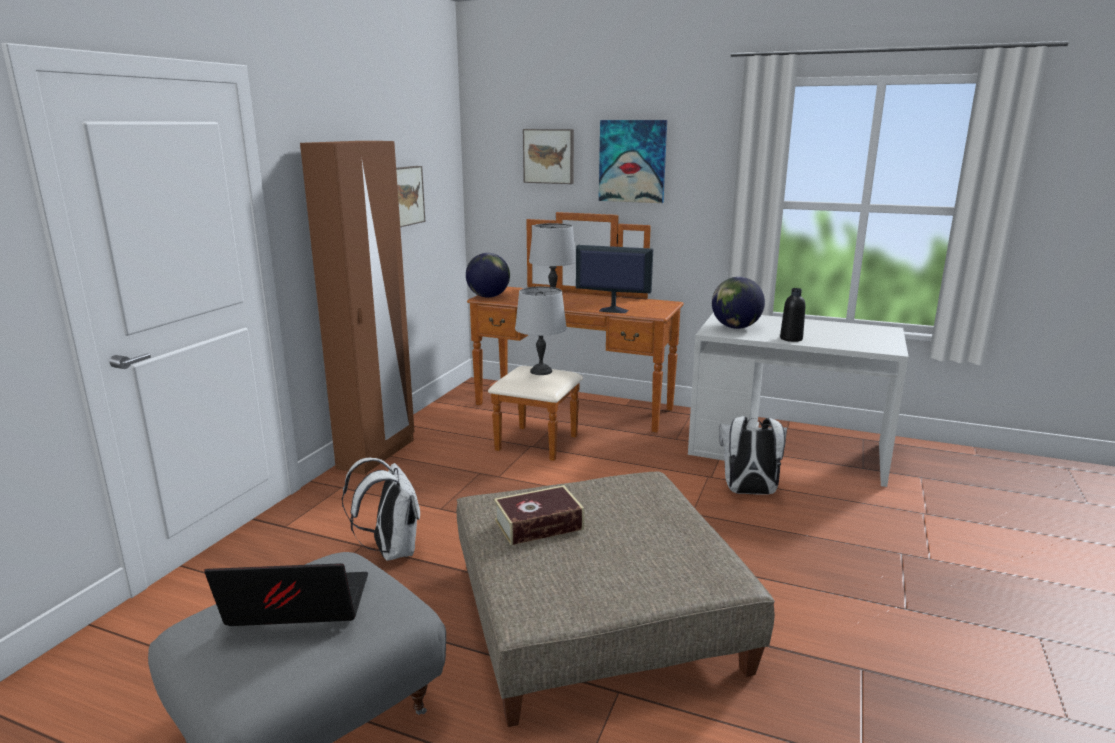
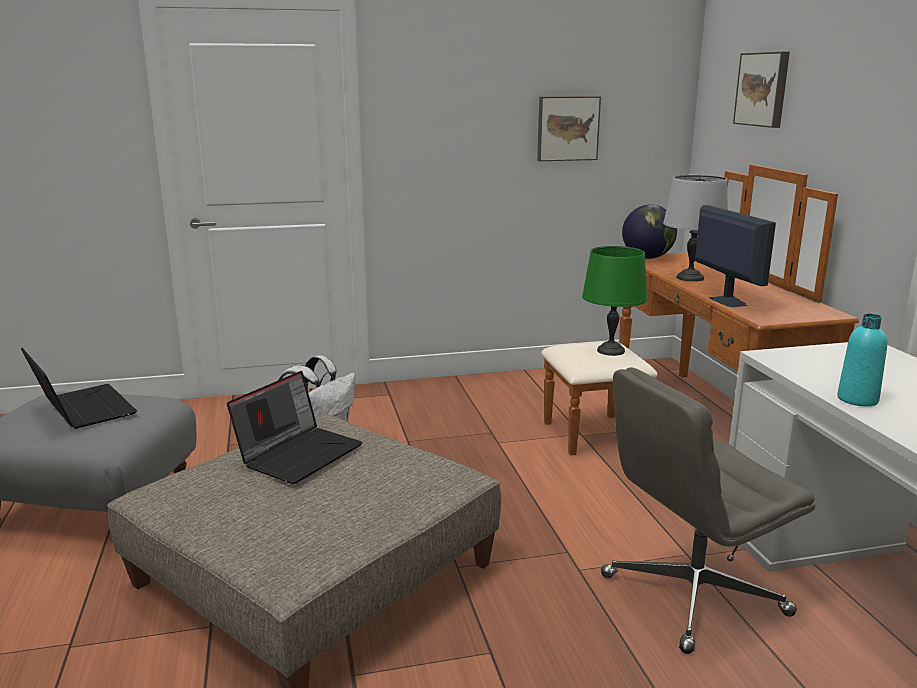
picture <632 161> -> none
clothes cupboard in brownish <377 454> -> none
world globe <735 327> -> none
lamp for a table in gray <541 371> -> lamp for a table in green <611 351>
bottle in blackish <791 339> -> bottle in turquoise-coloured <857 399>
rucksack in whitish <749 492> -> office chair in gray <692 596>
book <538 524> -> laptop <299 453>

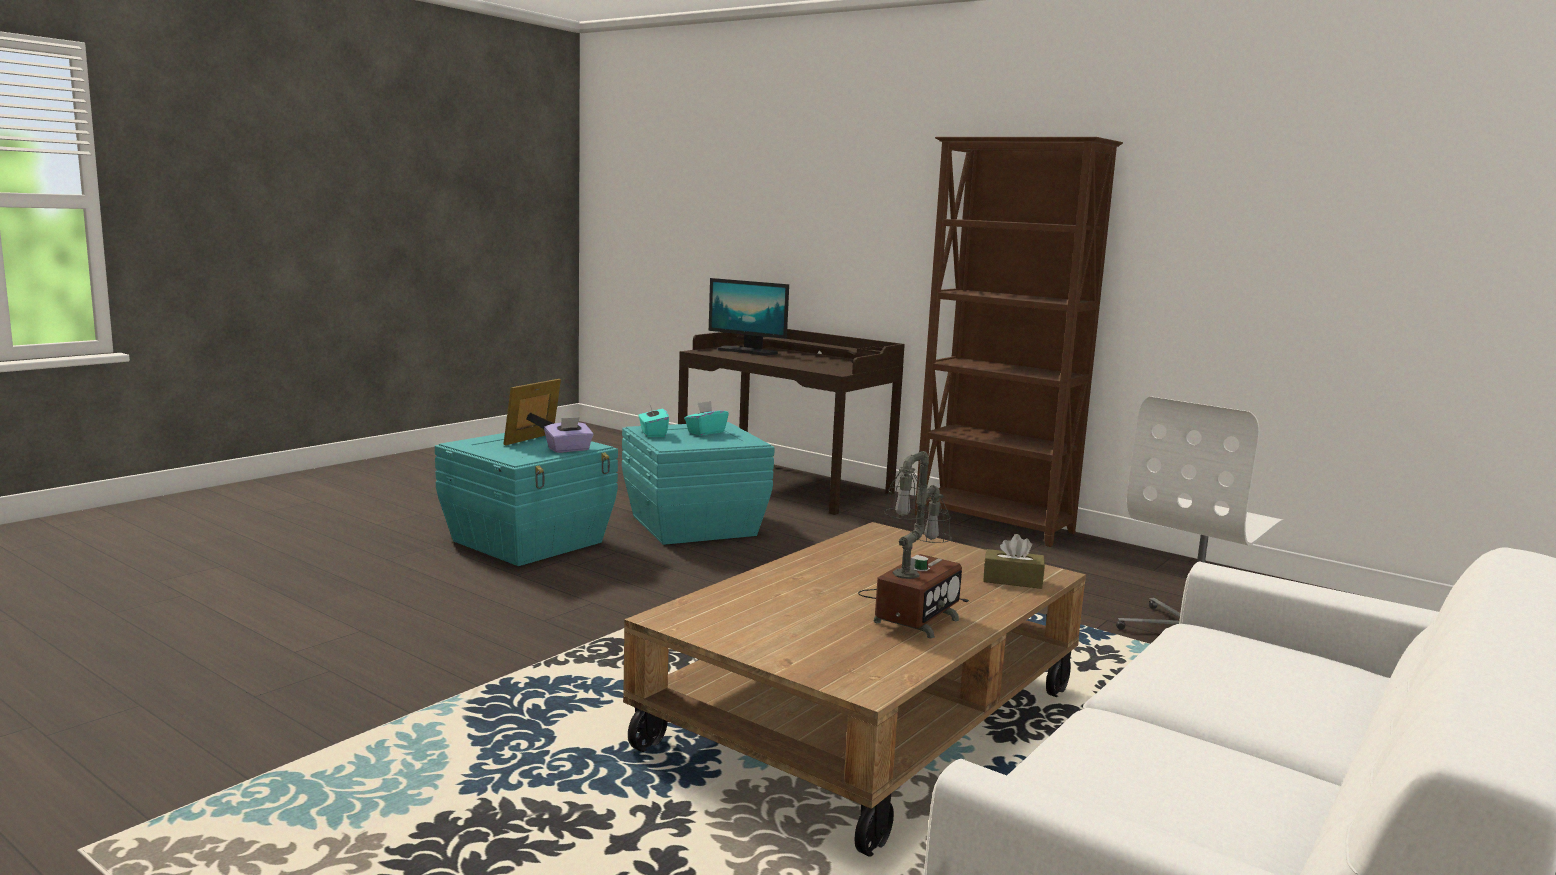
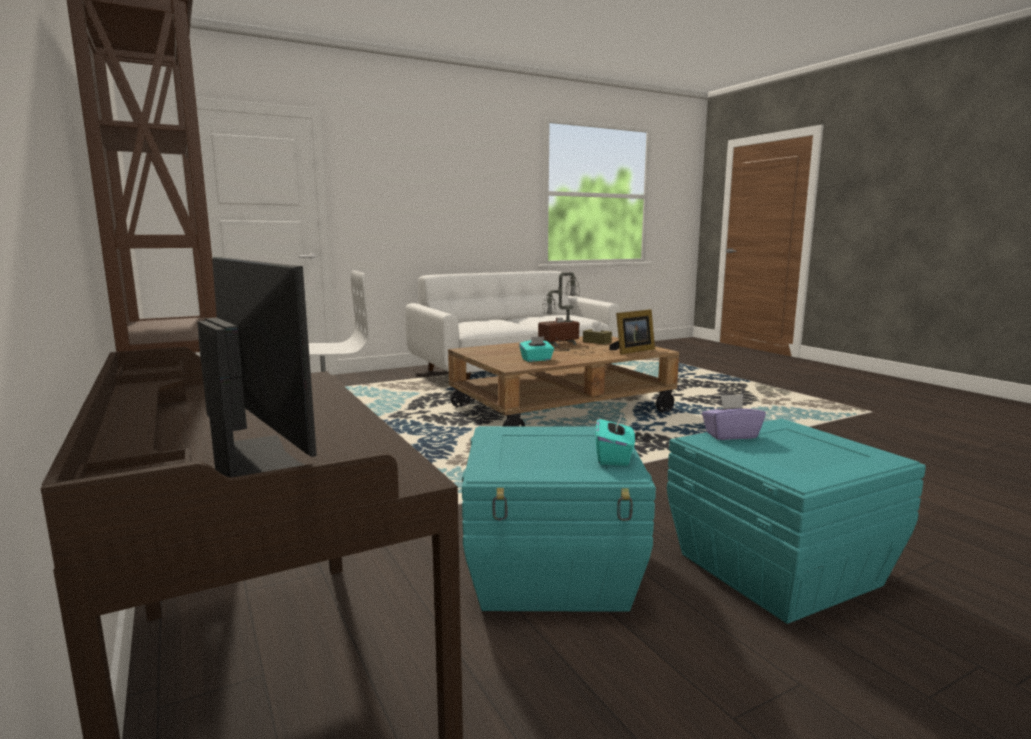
photo frame <537 440> -> photo frame <631 351>, shifted
box of tissues in turquoise-coloured <705 432> -> box of tissues in turquoise-coloured <536 359>, shifted
box of tissues in brownish <1012 580> -> box of tissues in brownish <597 342>, shifted

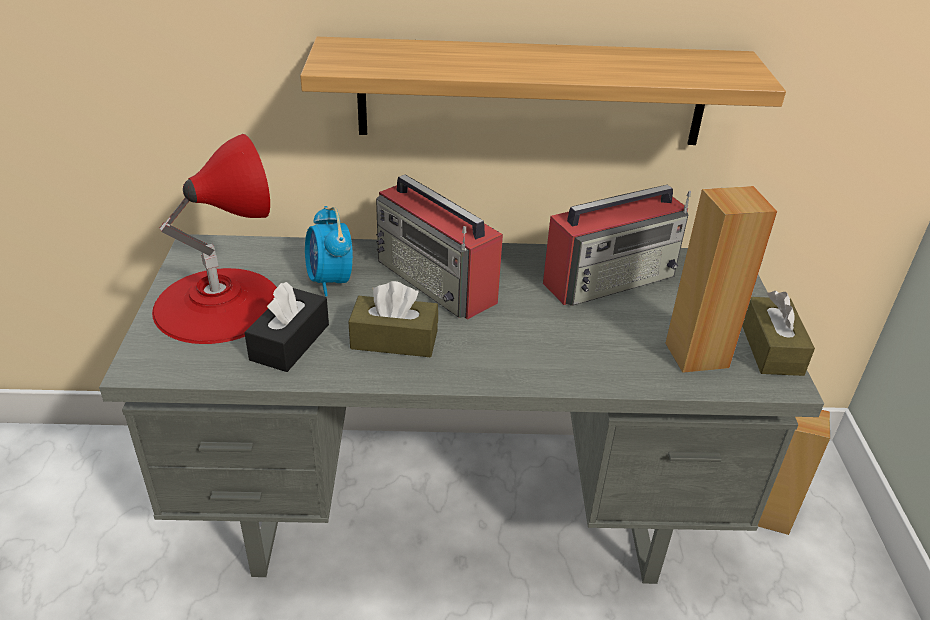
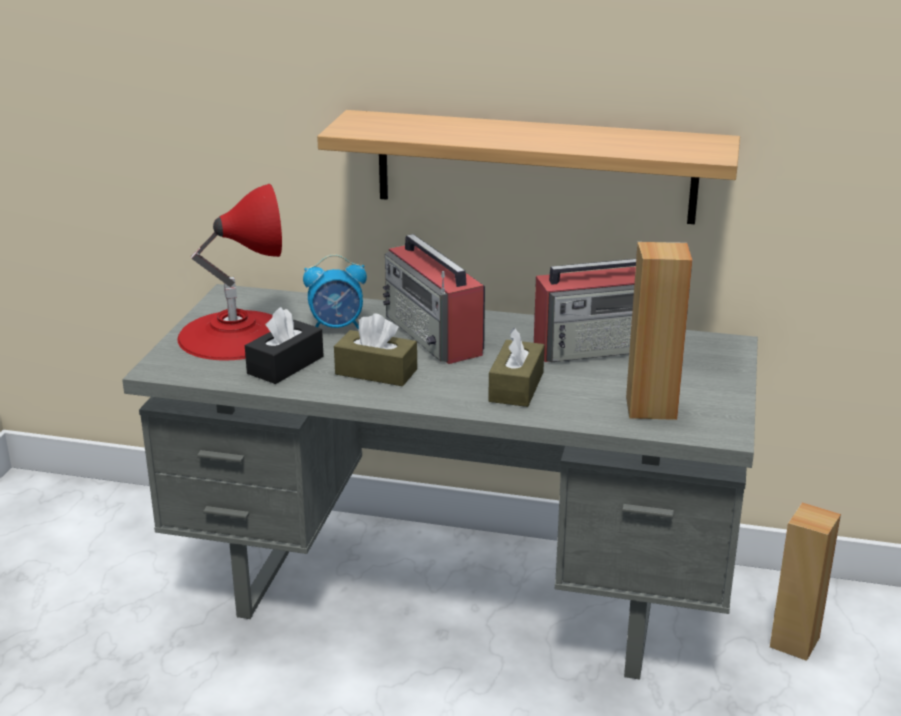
bedside clock <330 281> -> bedside clock <337 327>, 90 degrees counterclockwise
box of tissues in brownish <771 348> -> box of tissues in brownish <516 387>, shifted

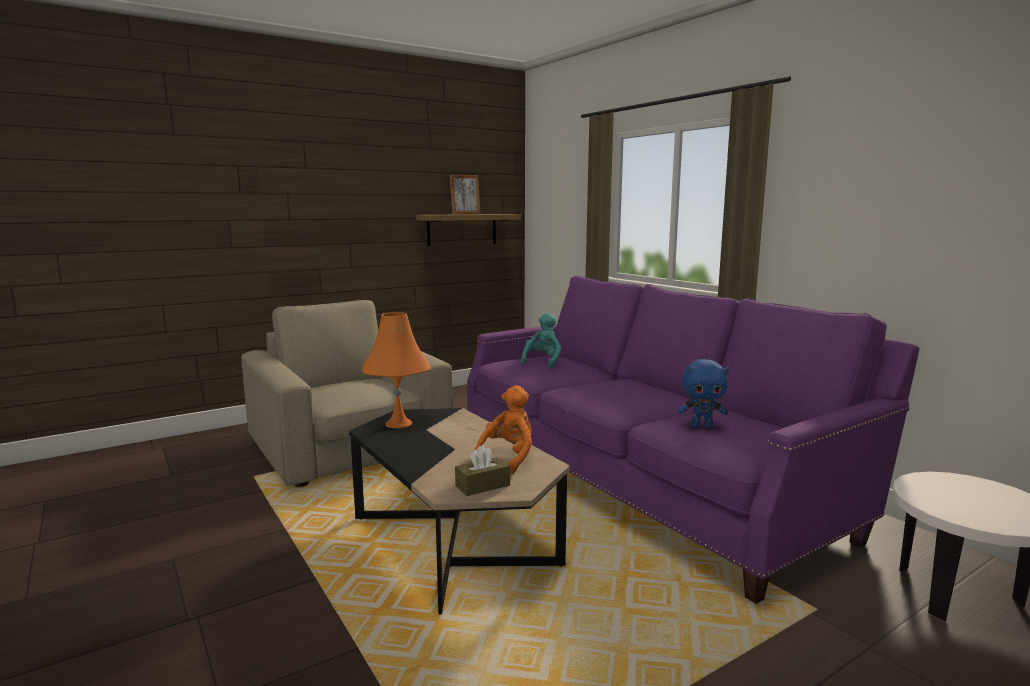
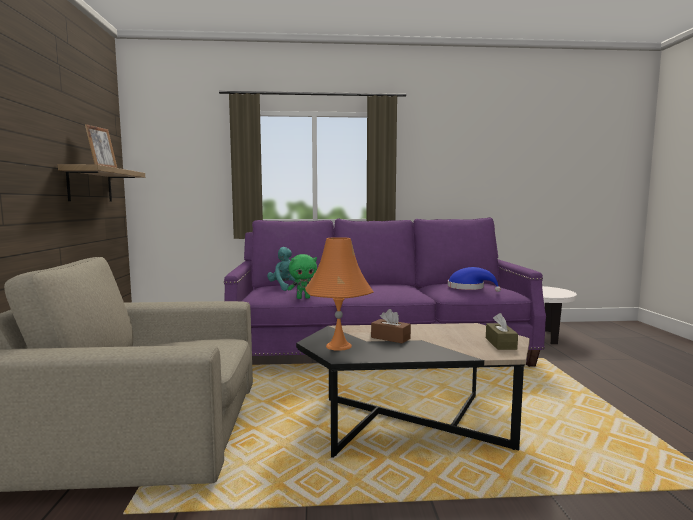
soft toy in blue <701 427> -> wearable hat in blue <469 288>
soft toy in orange-coloured <508 458> -> none
none -> soft toy in green <303 298>
none -> box of tissues in brownish <390 338>

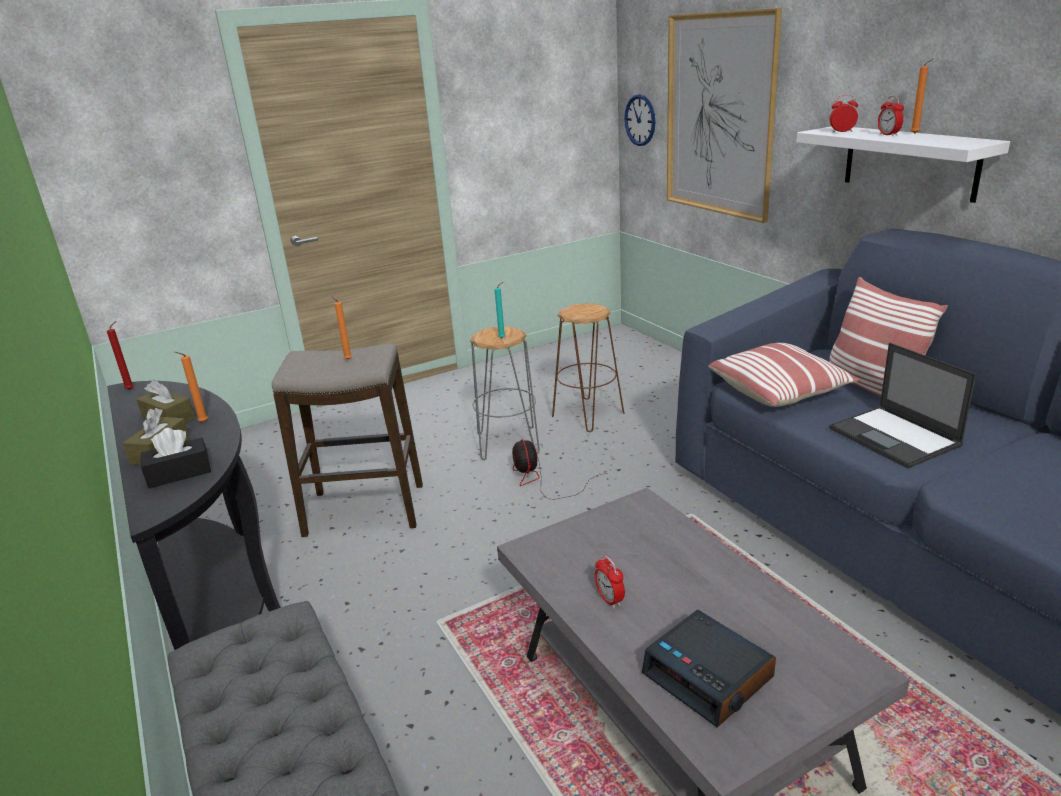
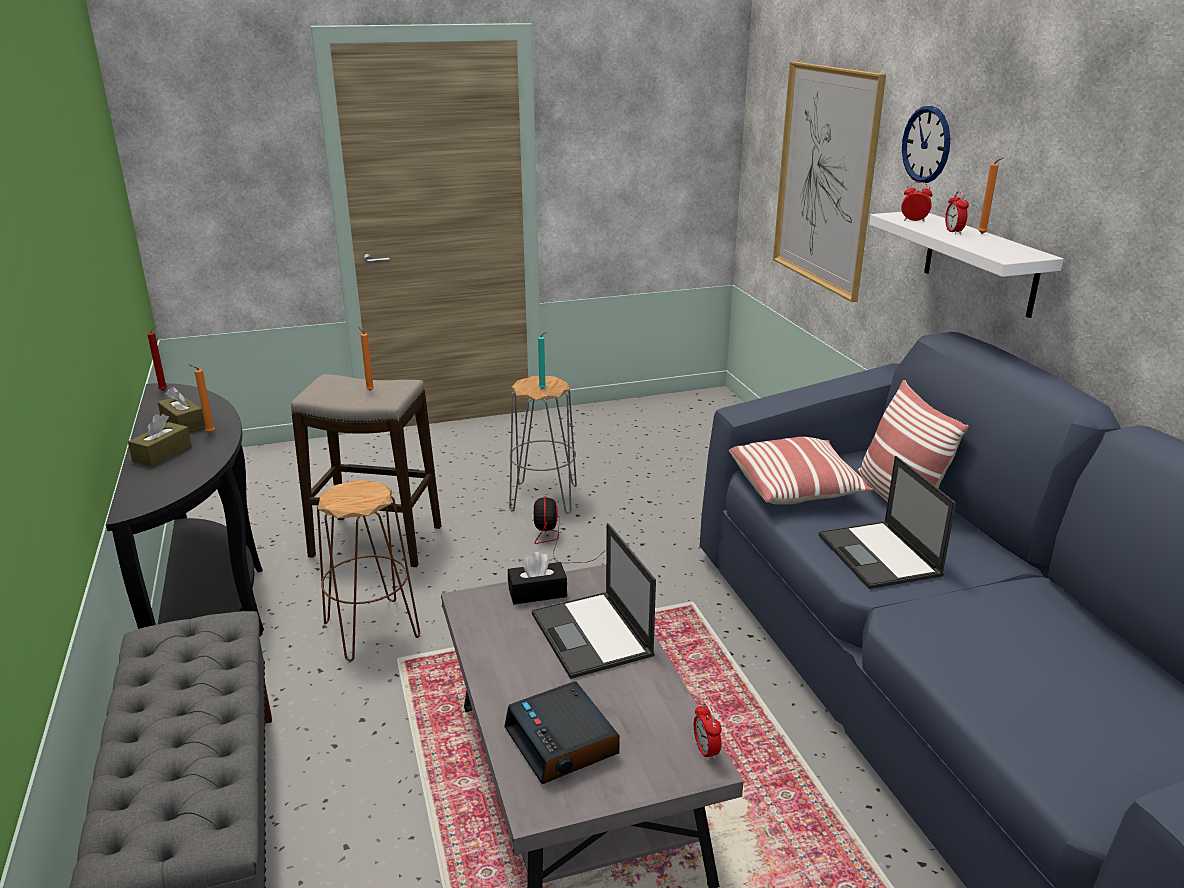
wall clock <640 120> -> wall clock <926 144>, shifted
stool in brownish <587 415> -> stool in brownish <371 630>, shifted
box of tissues in blackish <179 473> -> box of tissues in blackish <537 592>, shifted
bedside clock <610 600> -> bedside clock <706 750>, shifted
none -> laptop <592 635>

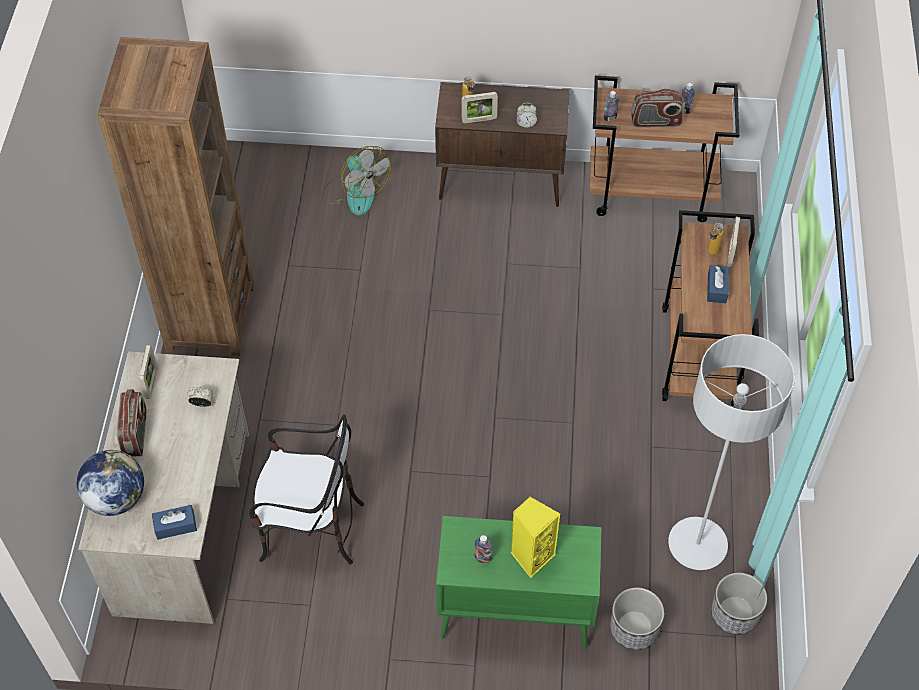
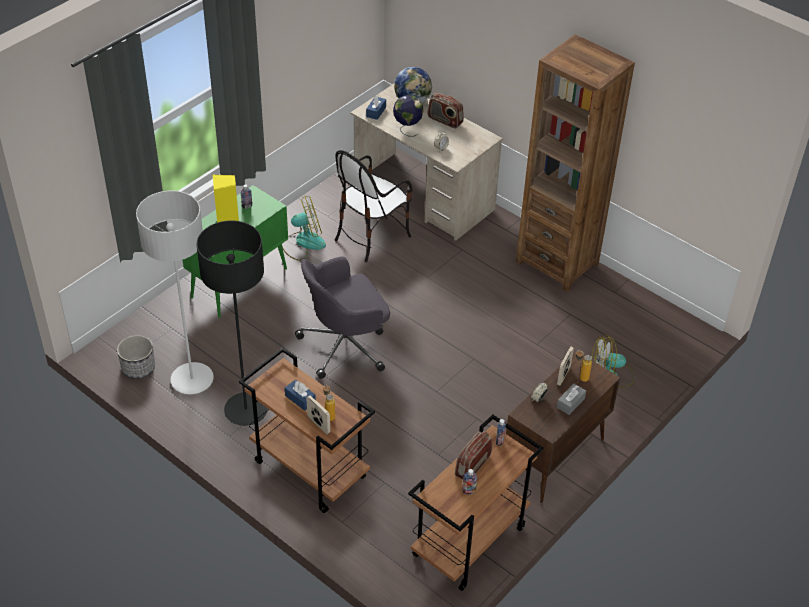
photo frame <152 383> -> none
plant pot <634 629> -> none
none -> world globe <407 129>
none -> electric fan <303 243>
none -> standard lamp in blackish <246 410>
none -> office chair in gray <345 345>
none -> box of tissues in gray <570 403>

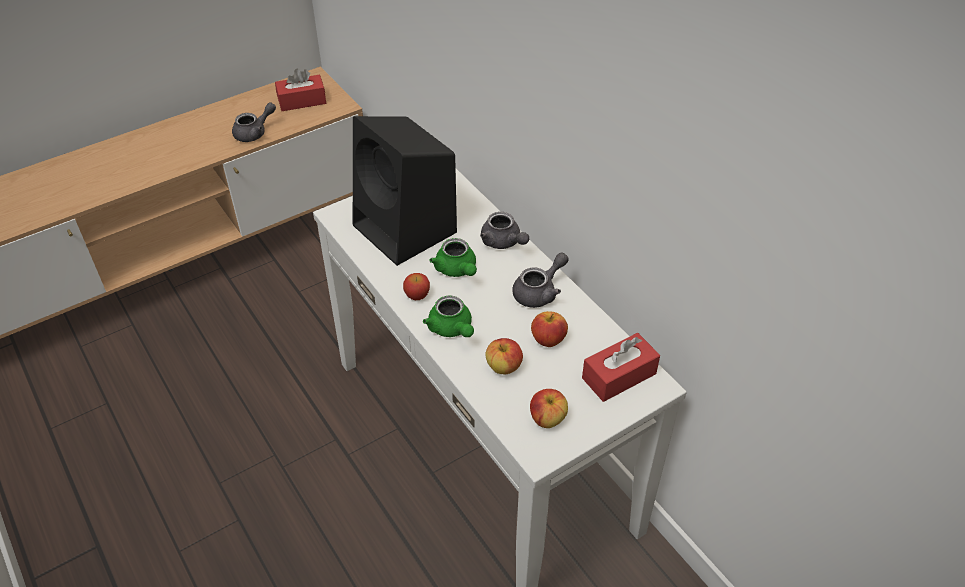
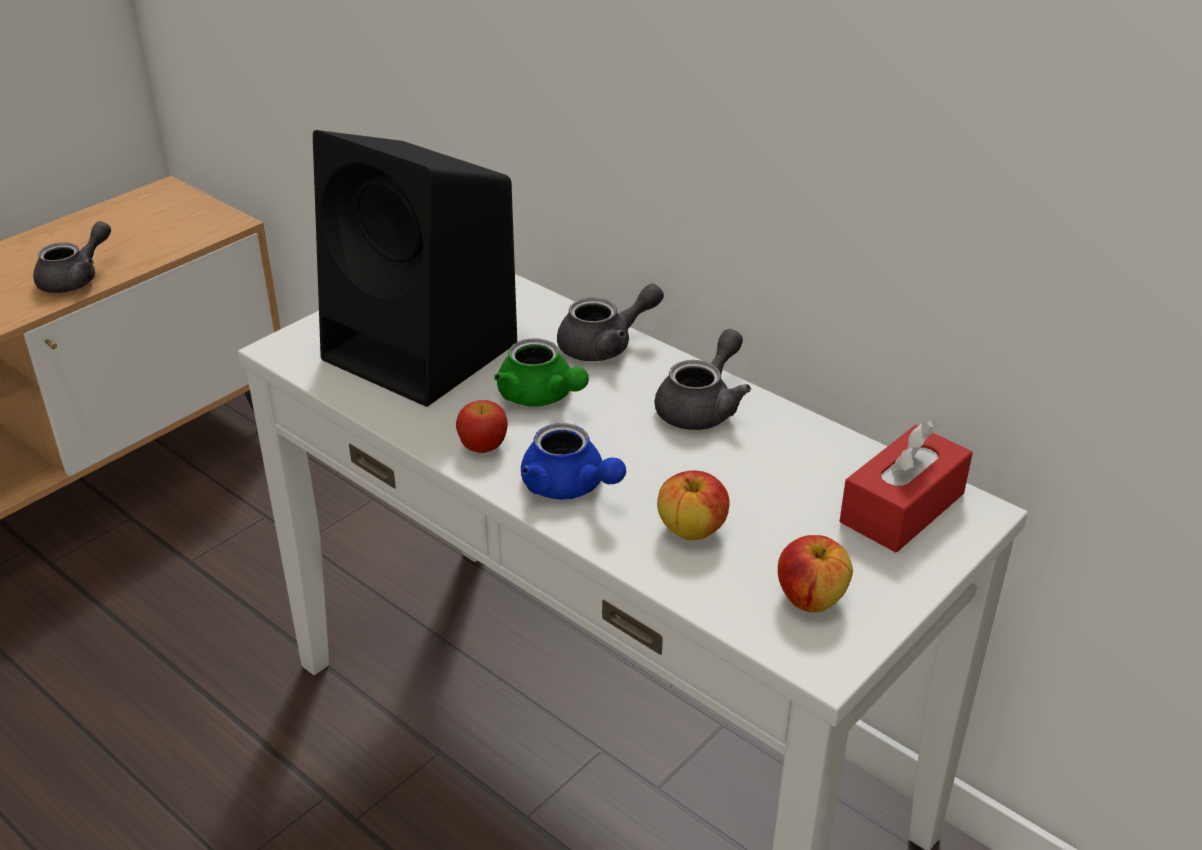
box of tissues in red <302 101> -> none
pot for tea in gray <503 242> -> pot for tea in gray <606 345>, 60 degrees counterclockwise
pot for tea in green <452 329> -> pot for tea in blue <569 487>
apple fruit <548 340> -> none

